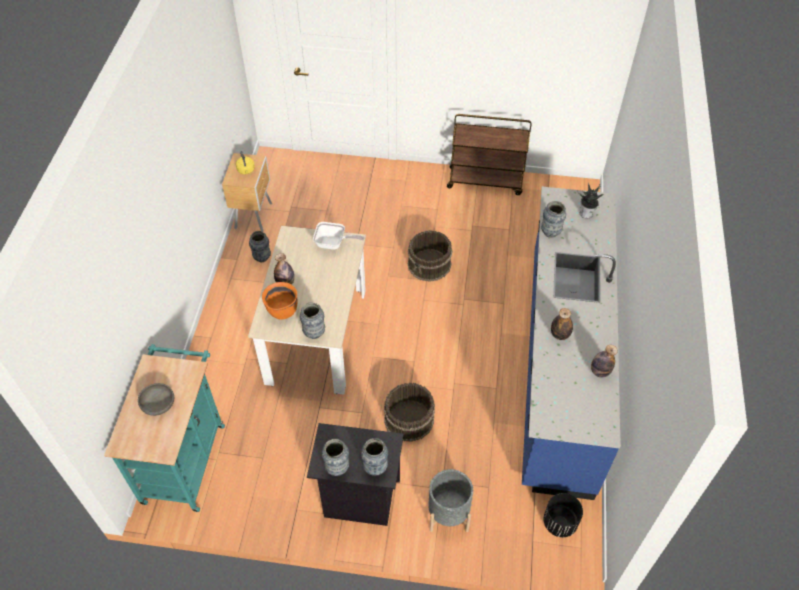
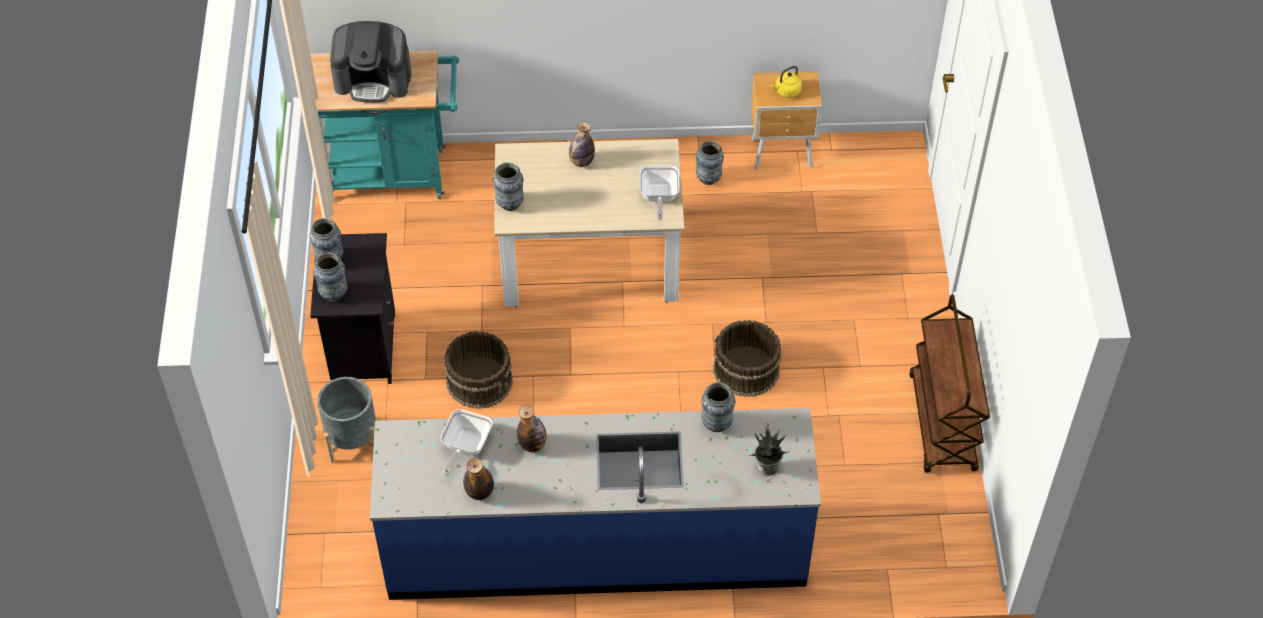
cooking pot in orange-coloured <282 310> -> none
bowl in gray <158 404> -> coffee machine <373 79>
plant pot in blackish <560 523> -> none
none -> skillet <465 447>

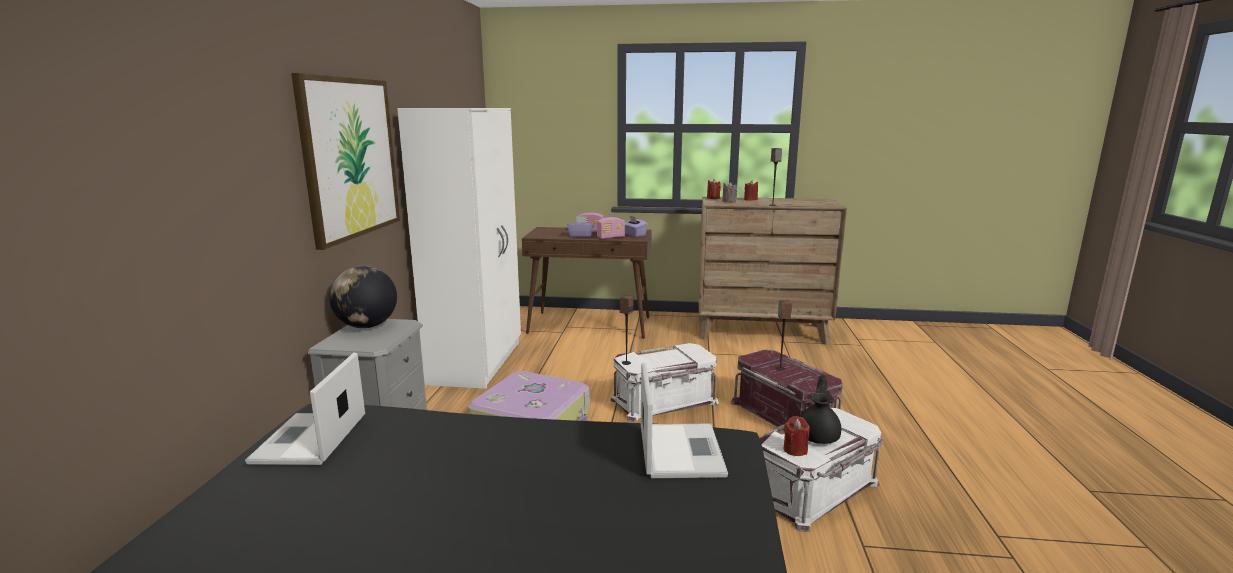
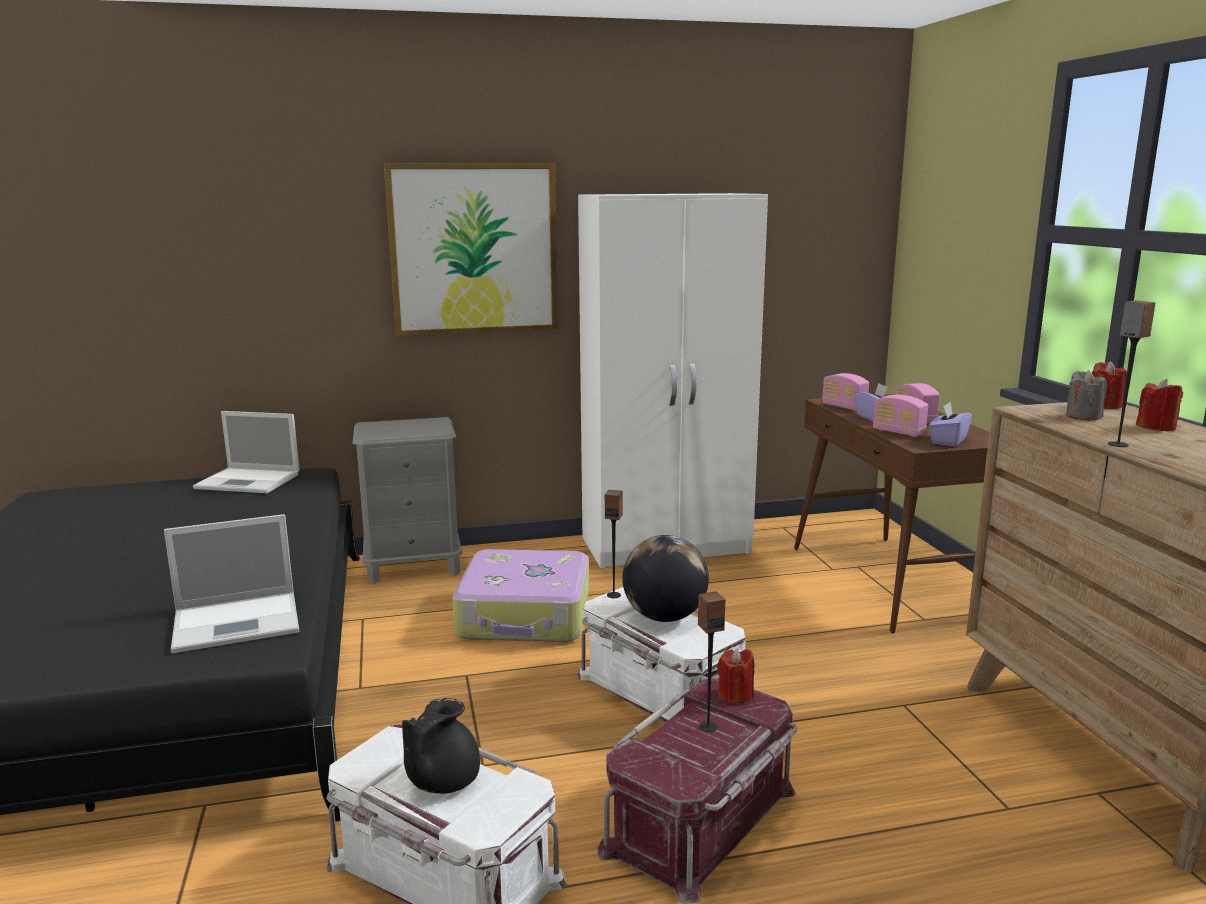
world globe <367 326> -> world globe <664 617>, shifted
laptop <309 440> -> laptop <250 481>, 150 degrees counterclockwise
pot for tea in blackish <819 436> -> pot for tea in blackish <441 781>, 120 degrees clockwise
candle in red <795 450> -> candle in red <735 695>, shifted
none -> radio receiver <844 407>

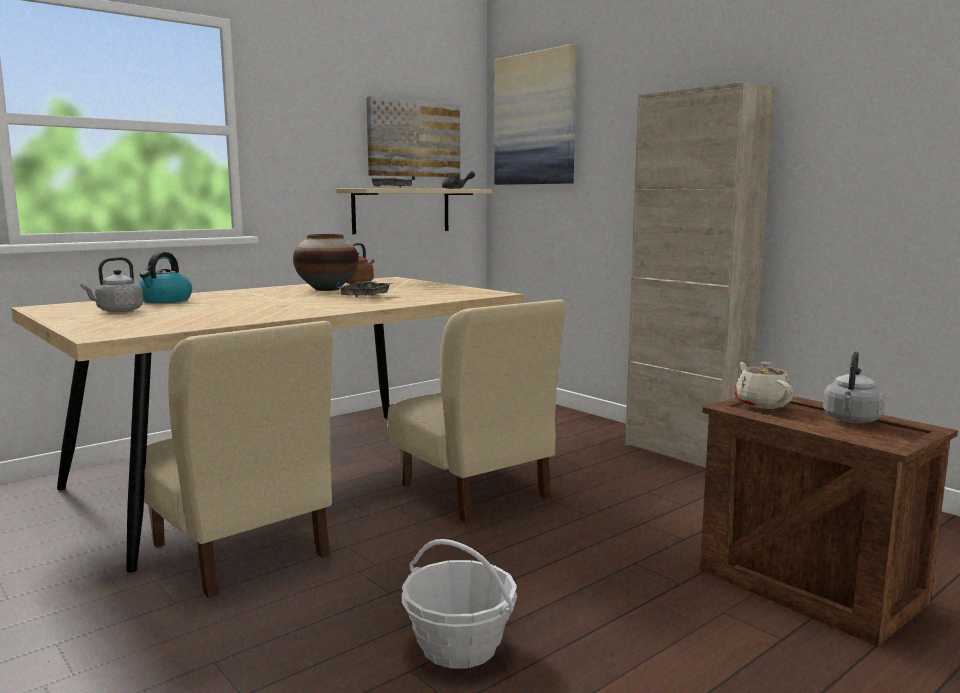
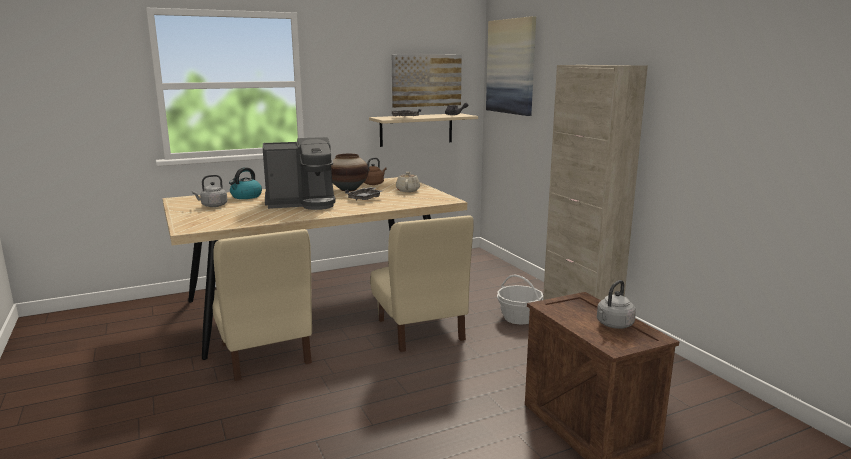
pot for tea in sand-coloured <761 404> -> pot for tea in sand-coloured <408 190>, shifted
household basket <459 646> -> household basket <519 318>, shifted
none -> coffee machine <302 203>

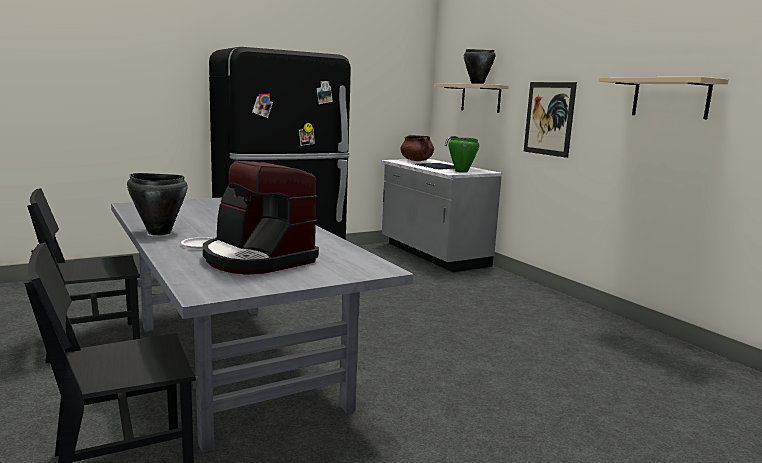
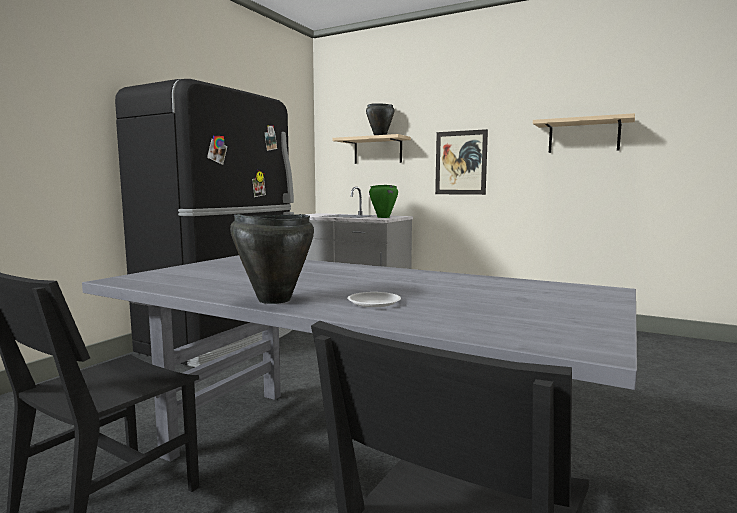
cooking pot in brownish <416 161> -> none
coffee machine <257 259> -> none

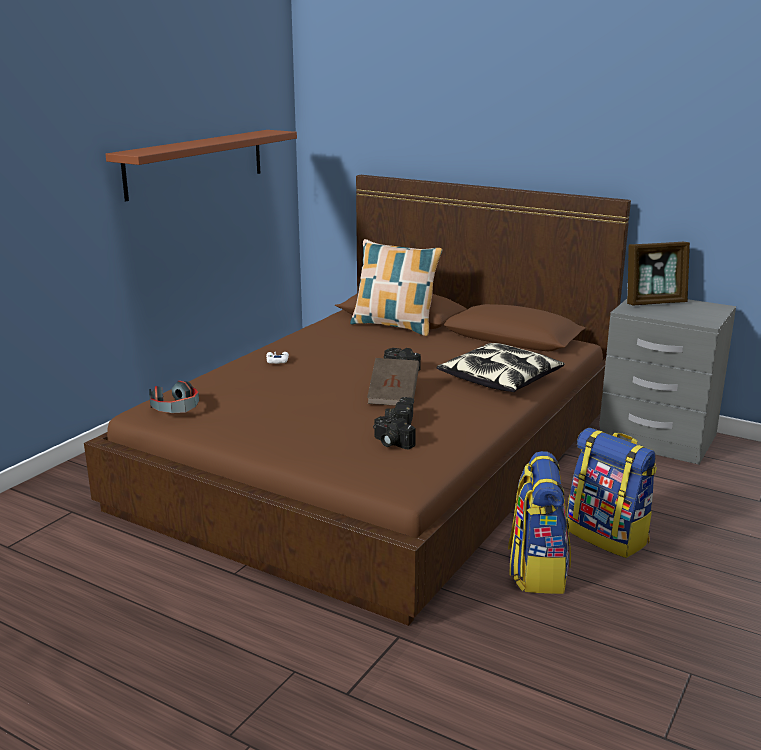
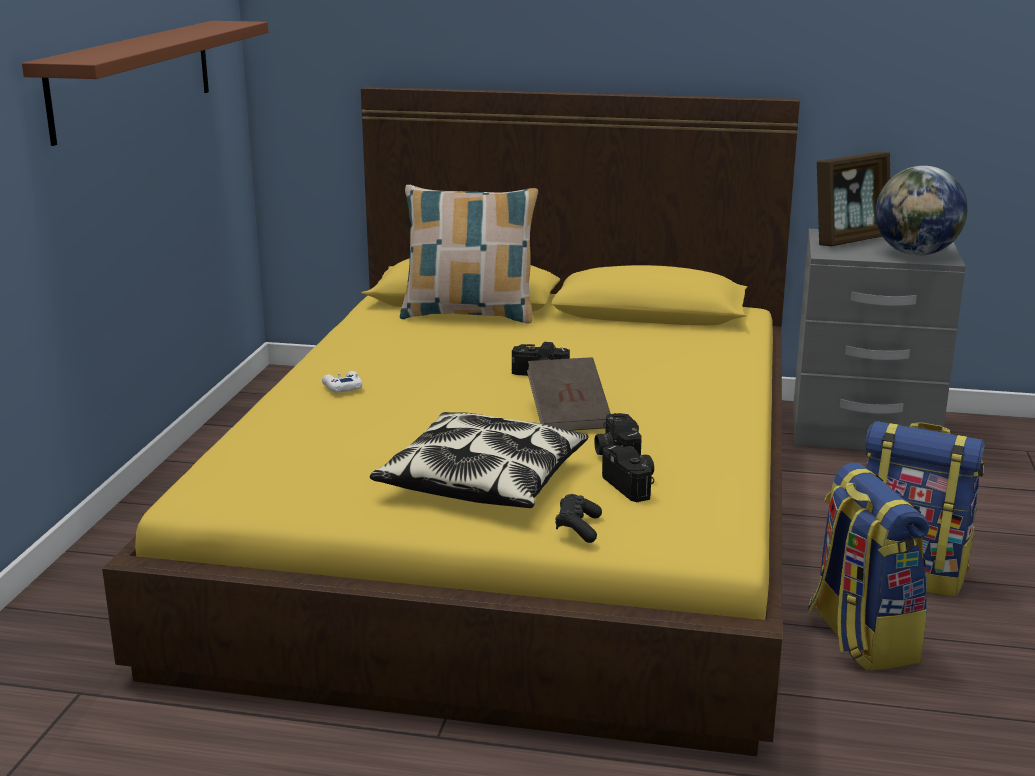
sleeping bed in brownish <382 455> -> sleeping bed in yellowish <519 512>
cushion <500 379> -> cushion <483 480>, shifted
headphones <176 408> -> none
still camera <391 443> -> still camera <633 485>, 135 degrees counterclockwise
none -> world globe <916 254>
none -> gamepad in blackish <578 528>

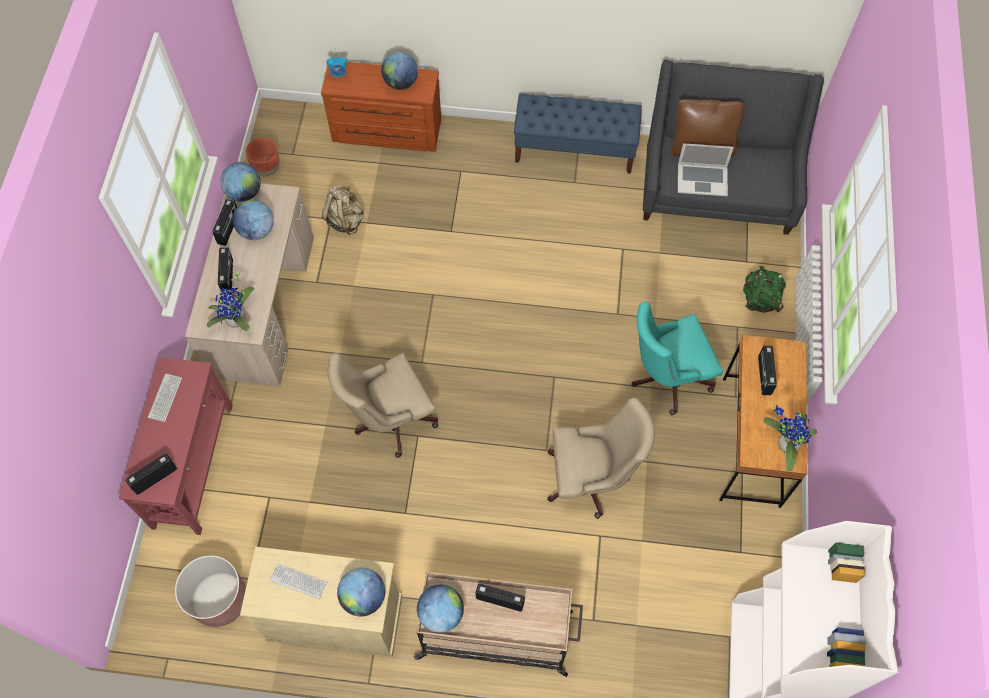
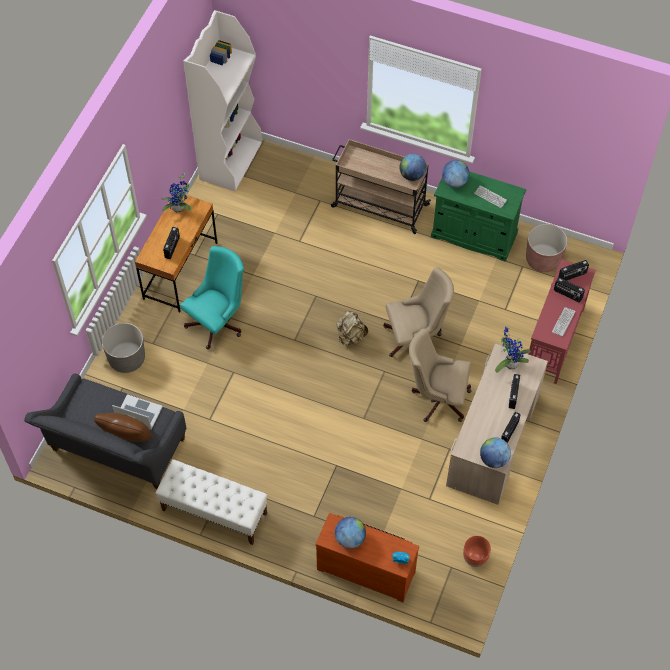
bench in blue <575 150> -> bench in whitish <214 512>
rucksack in sand-coloured <345 220> -> rucksack in sand-coloured <350 336>, shifted
world globe <257 230> -> none
rucksack in green <760 299> -> plant pot in gray <127 358>
office chair in turquoise-coloured <665 377> -> office chair in turquoise-coloured <218 322>, 45 degrees counterclockwise
office chair in sand-coloured <591 479> -> office chair in sand-coloured <437 398>, shifted
cabinet in sand-coloured <334 617> -> cabinet in green <474 235>
radio receiver <500 600> -> radio receiver <567 294>, shifted

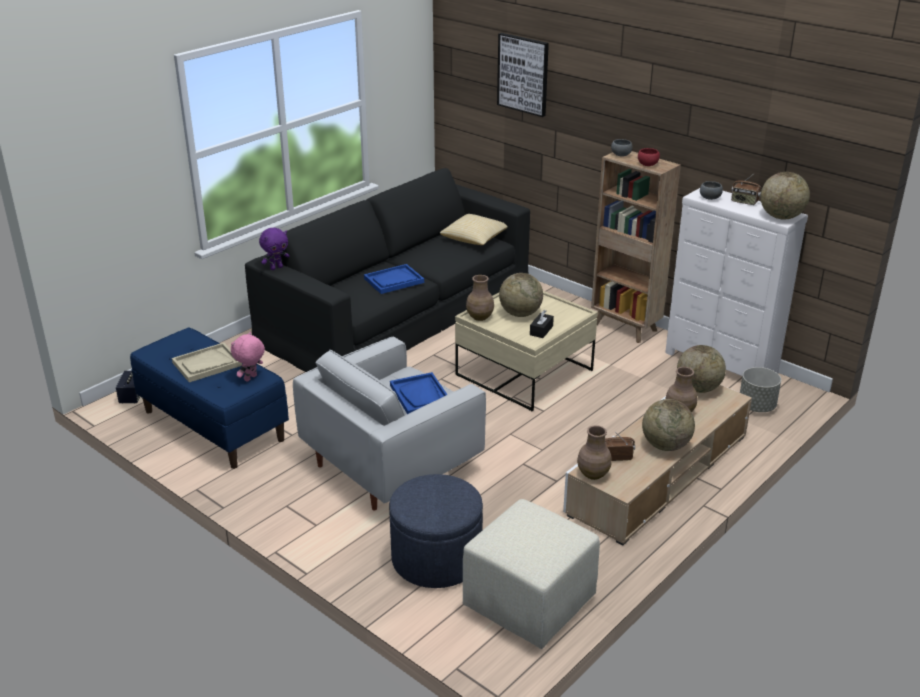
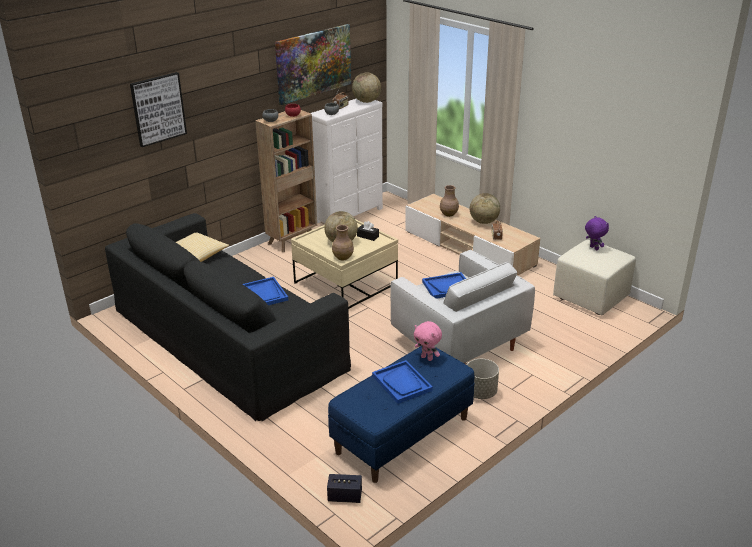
soft toy in purple-coloured <276 268> -> soft toy in purple-coloured <593 248>, shifted
serving tray in sand-coloured <207 364> -> serving tray in blue <402 383>
world globe <698 388> -> none
plant pot in gray <757 406> -> plant pot in gray <481 392>, shifted
decorative vase in brownish <592 474> -> none
ottoman in blue <436 559> -> none
none -> picture <313 63>

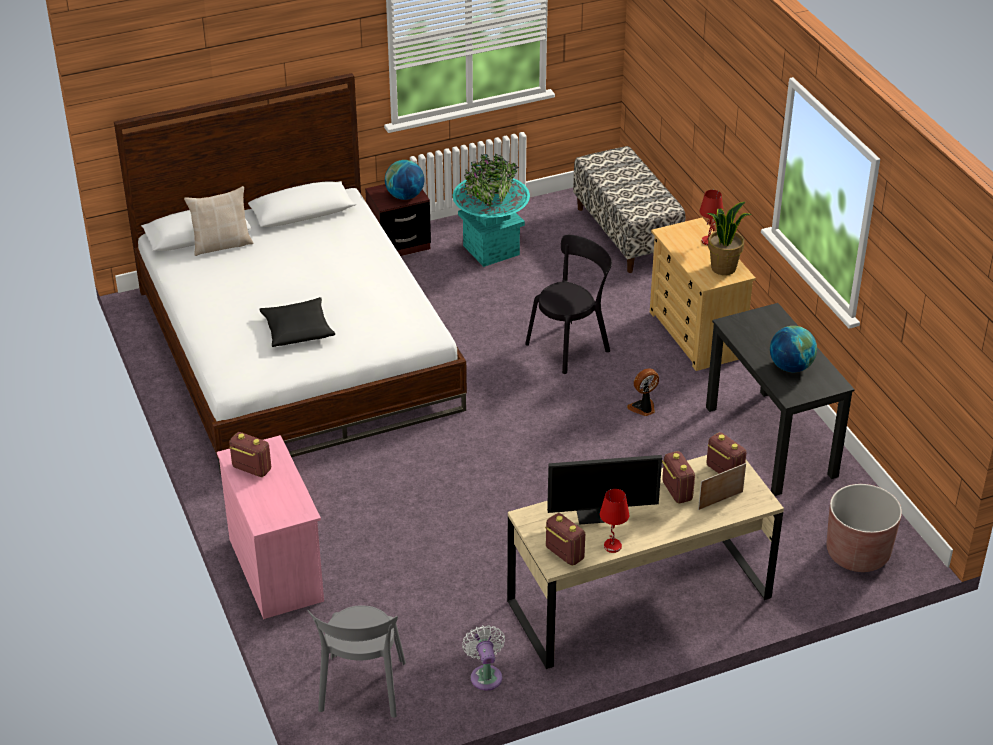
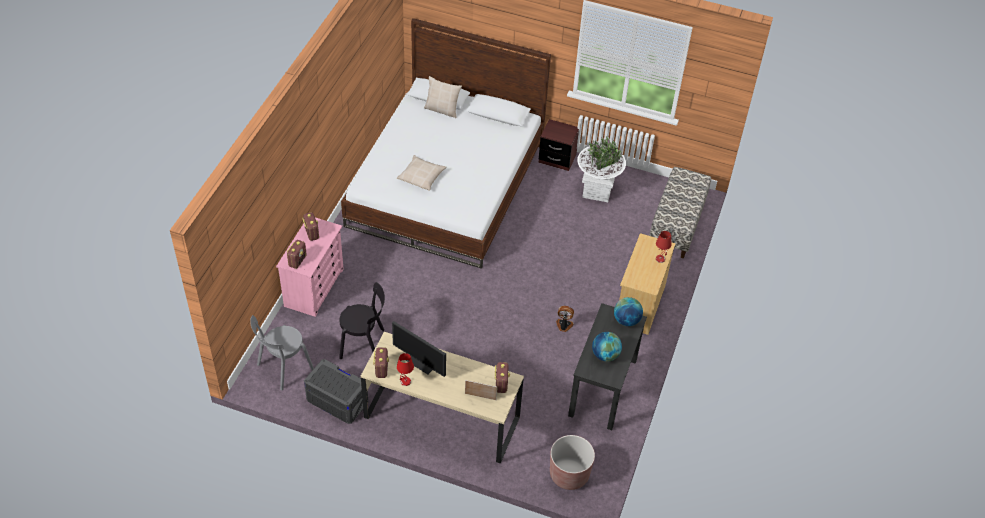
plant pot in turquoise-coloured <491 250> -> plant pot in whitish <597 190>
world globe <405 196> -> world globe <626 320>, shifted
plant in a pot <723 267> -> none
upright chair in blackish <570 346> -> upright chair in blackish <364 344>, shifted
cushion in blackish <297 329> -> cushion in sand-coloured <421 176>
radio receiver <676 491> -> radio receiver <297 261>, shifted
electric fan in whitish <485 675> -> storage box in gray <337 400>

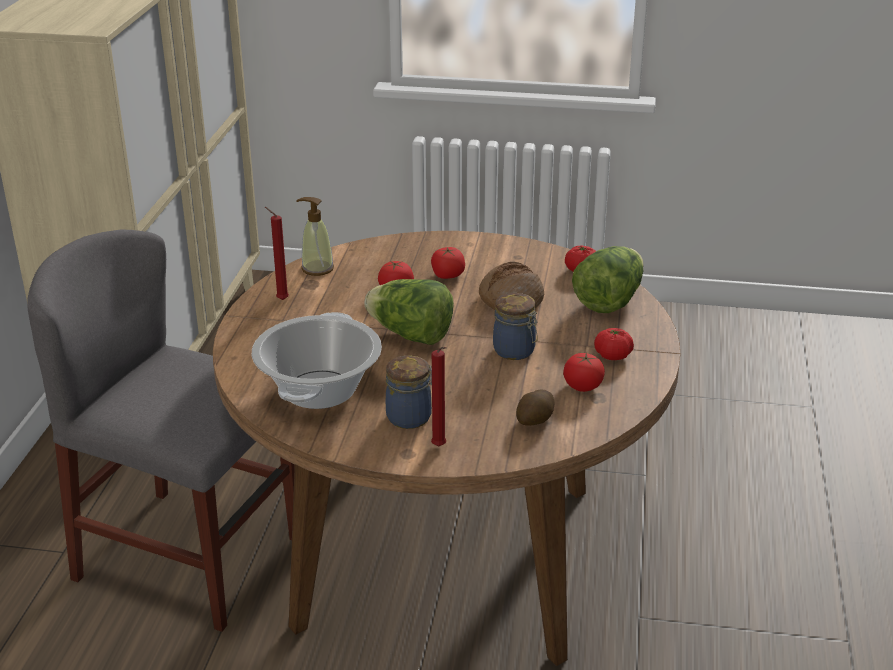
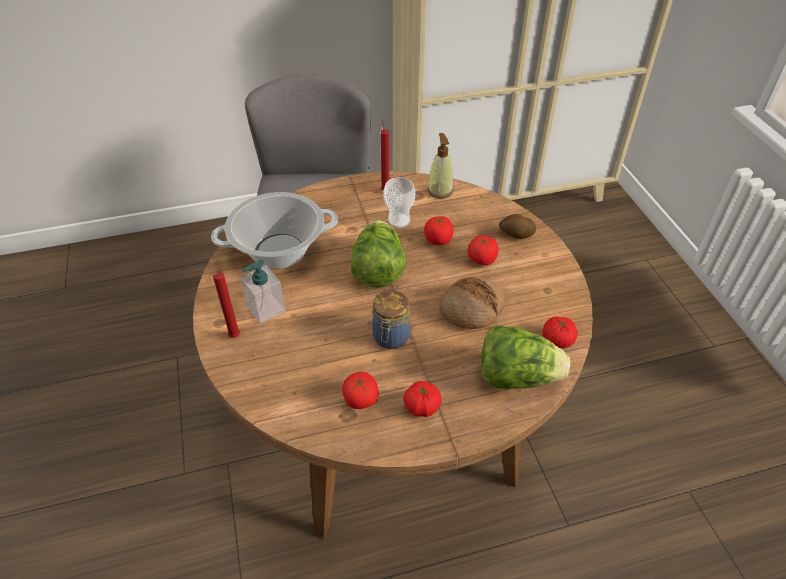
preserve jar <411 417> -> soap dispenser <266 309>
spud <534 421> -> spud <516 234>, shifted
none -> cup <399 221>

